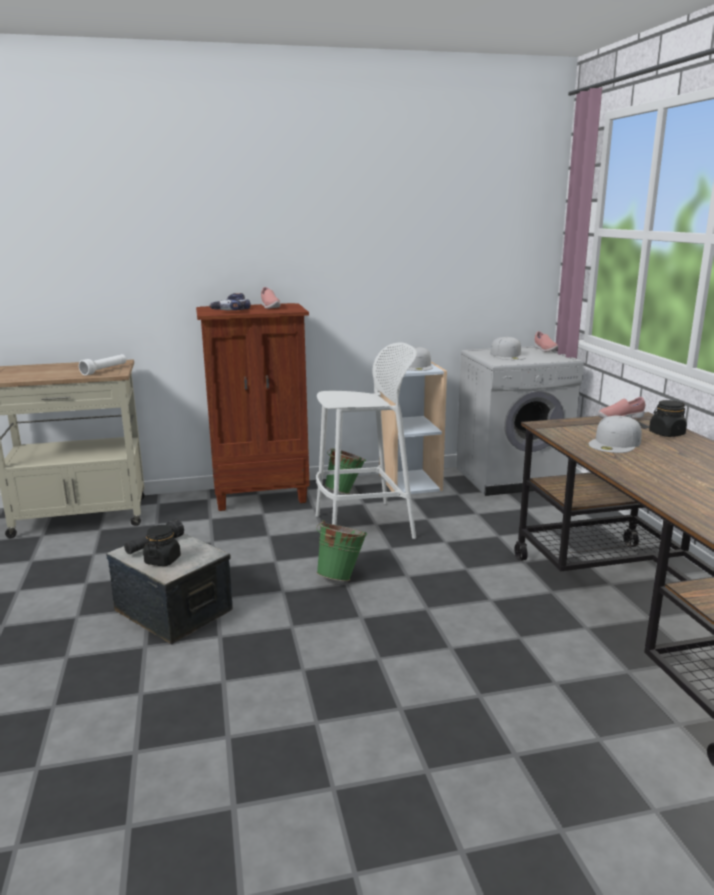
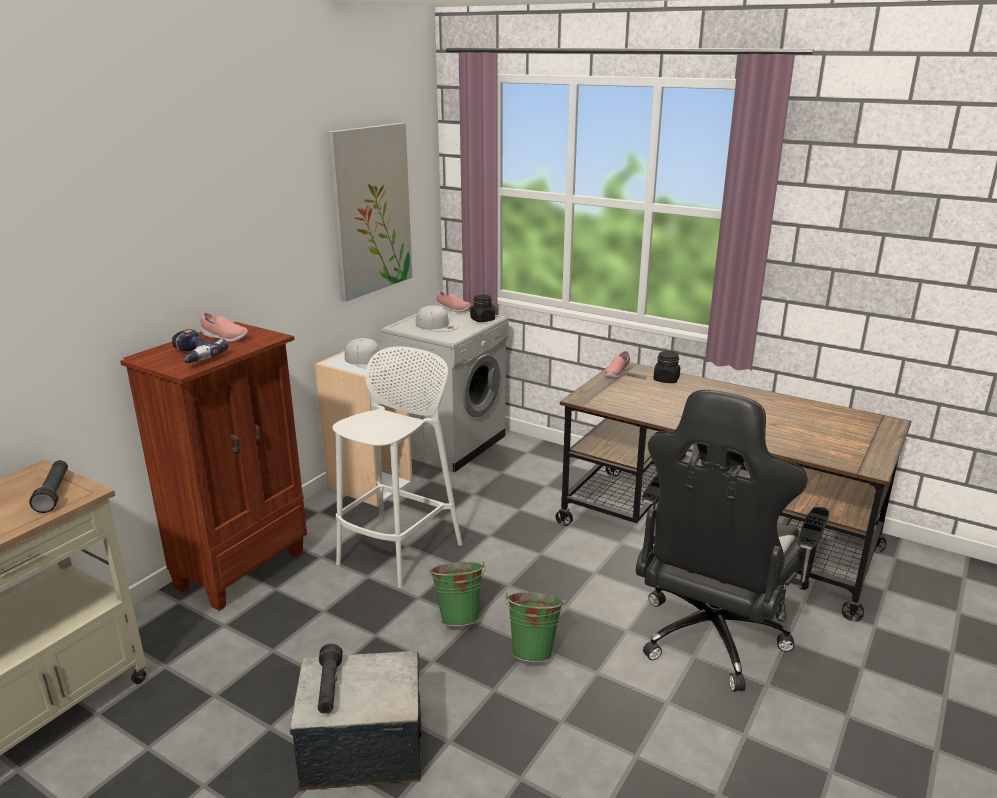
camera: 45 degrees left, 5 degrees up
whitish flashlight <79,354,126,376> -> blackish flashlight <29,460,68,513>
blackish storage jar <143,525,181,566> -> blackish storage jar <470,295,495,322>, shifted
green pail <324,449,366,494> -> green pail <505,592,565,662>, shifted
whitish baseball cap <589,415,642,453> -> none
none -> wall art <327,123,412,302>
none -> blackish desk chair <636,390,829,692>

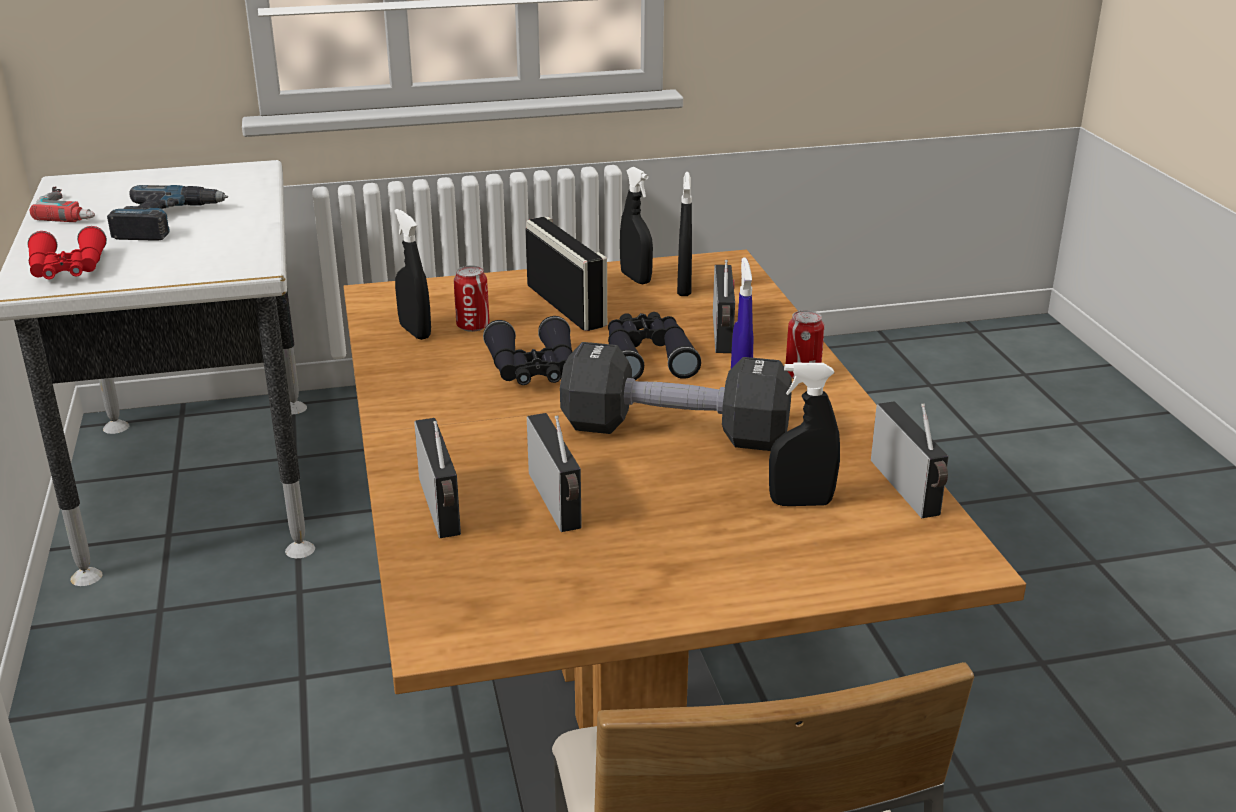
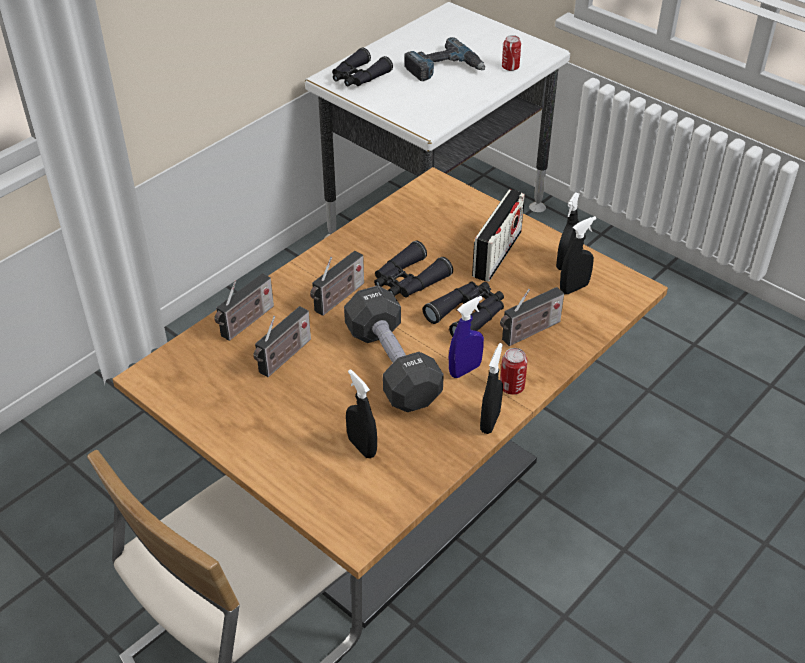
camera: 55 degrees right, 15 degrees up
red field glasses <27,226,107,279> -> blackish field glasses <332,48,393,86>
power drill <30,186,95,222> -> none
blackish hand sprayer <394,209,431,340> -> blackish hand sprayer <480,343,503,434>, shifted
metal can <454,265,490,332> -> metal can <502,35,521,71>, shifted
radio <871,401,949,518> -> radio <310,251,364,316>, shifted

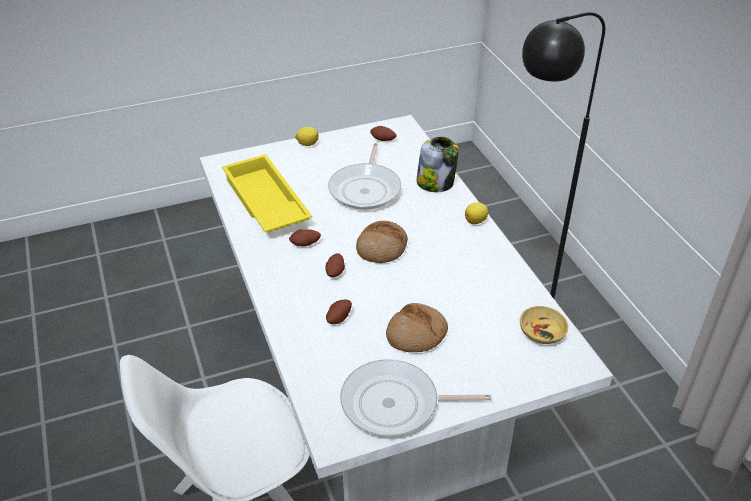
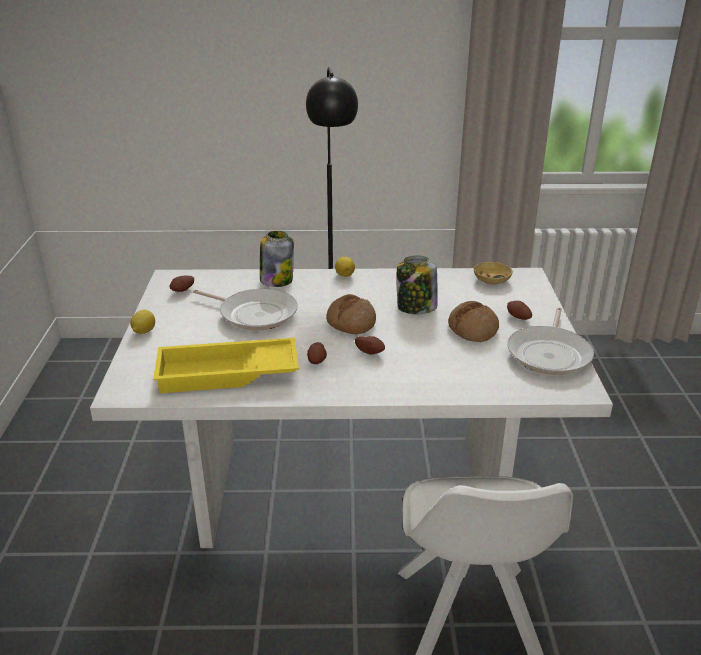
camera: 70 degrees left, 10 degrees down
potato <326,299,352,324> -> potato <507,301,532,320>, shifted
none -> storage jar <397,255,437,314>

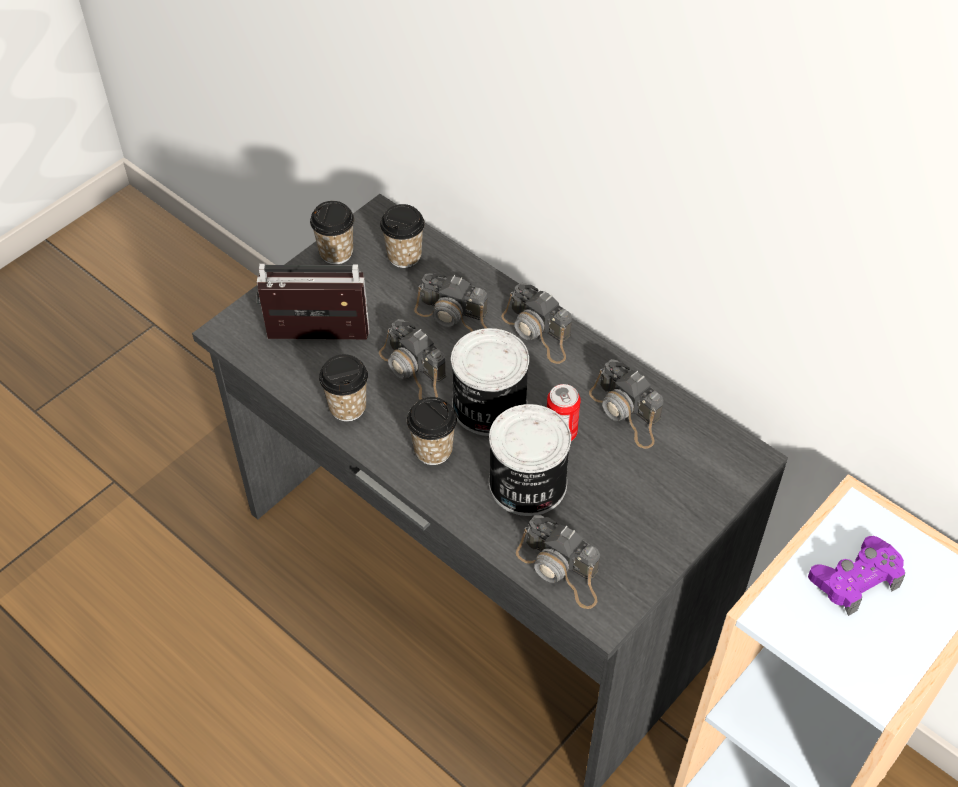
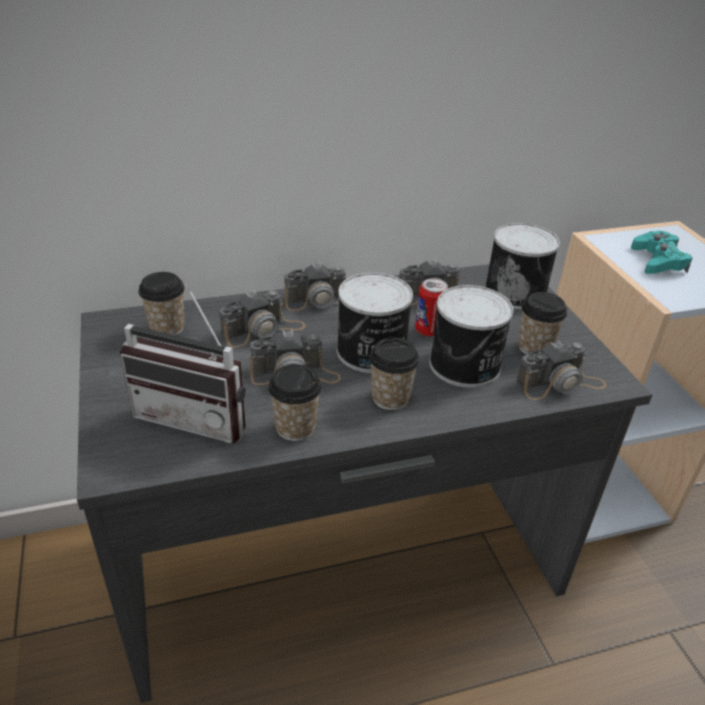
camera: 60 degrees left, 15 degrees down
radio <257,264,370,339> -> radio <120,284,246,444>, 105 degrees counterclockwise
drinking cup <310,201,354,264> -> drinking cup <518,292,567,355>, shifted
purple joypad <808,536,905,616> -> blue-green joypad <631,231,692,274>
none -> metal can <485,223,560,310>

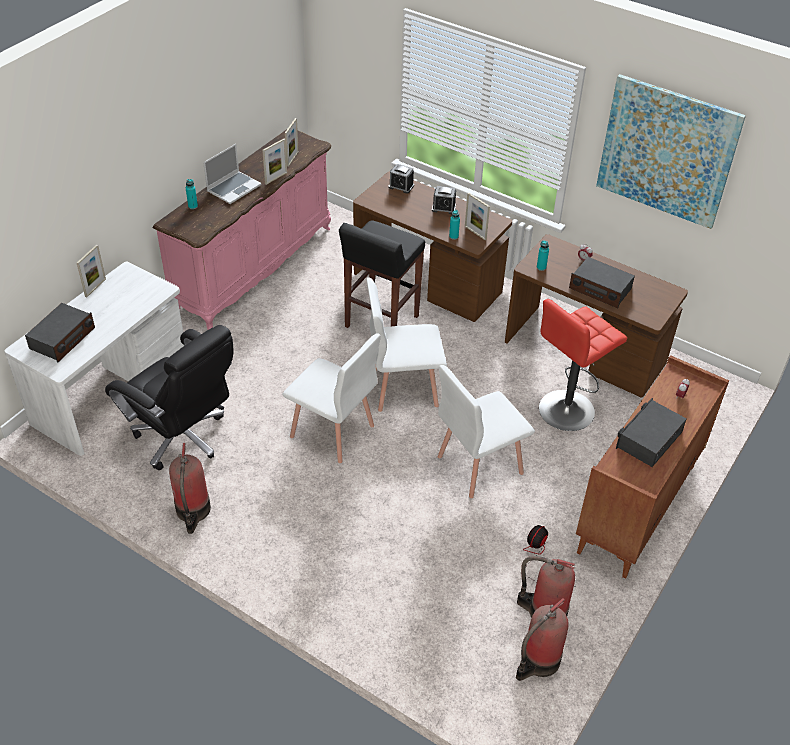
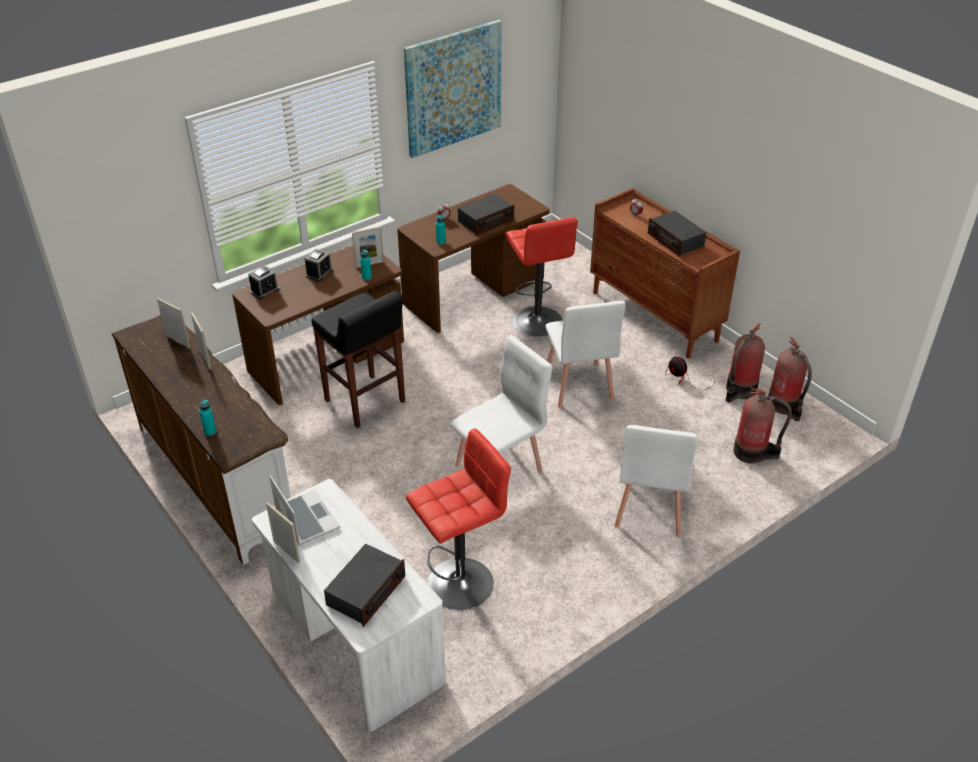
camera: 70 degrees left, 5 degrees down
radio <25,303,95,363> -> radio <324,543,405,627>, 75 degrees clockwise
blackish desk chair <105,325,233,470> -> red stool <406,428,511,610>
pinkish cabinet <153,129,331,330> -> whitish cabinet <111,315,291,565>
fire-fighting cylinder <169,443,211,534> -> fire-fighting cylinder <733,388,792,464>, shifted
portable computer <203,144,261,204> -> portable computer <269,475,340,545>, shifted
whitish plain chair <366,277,447,412> -> whitish plain chair <614,425,698,537>, shifted

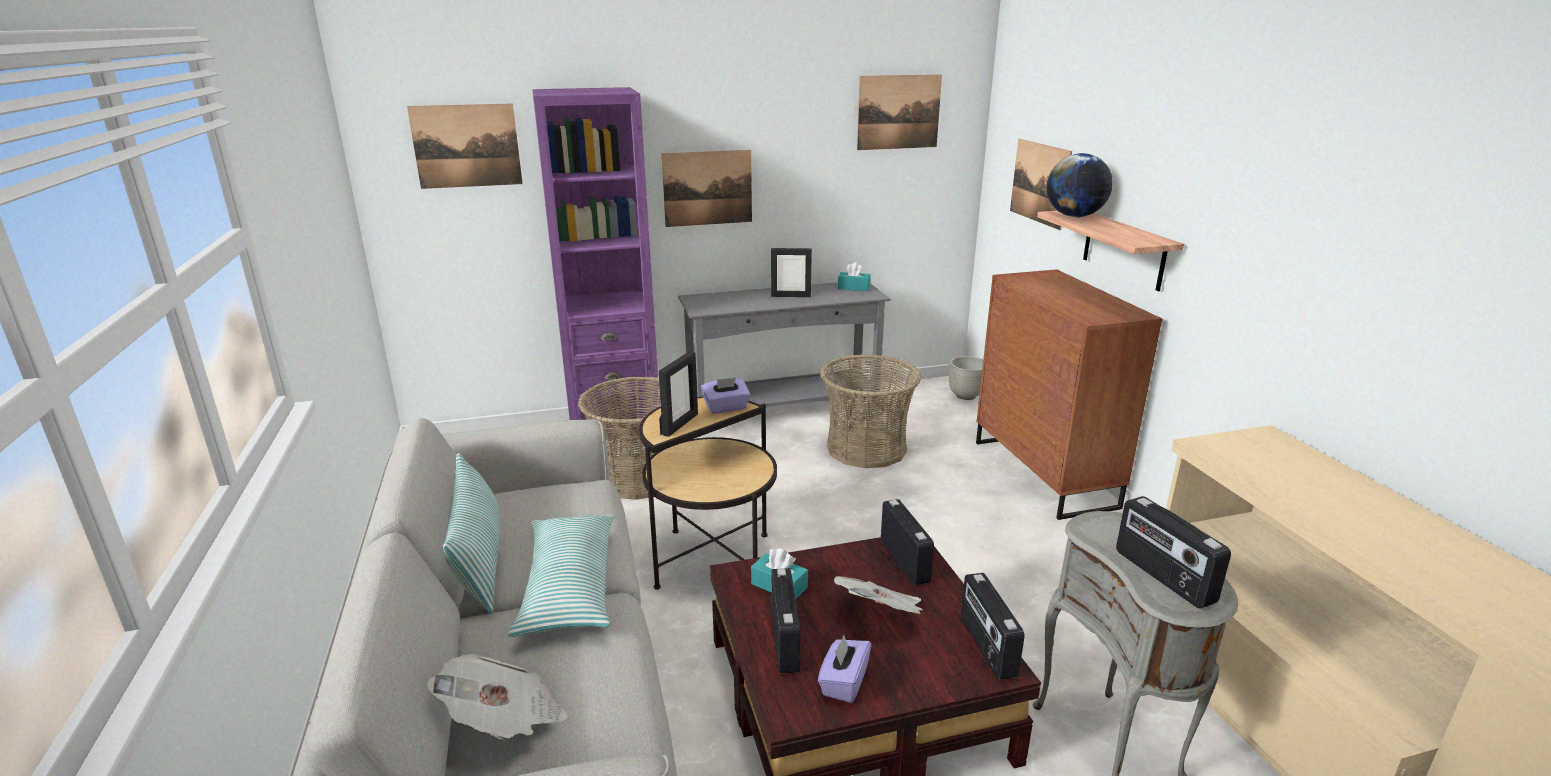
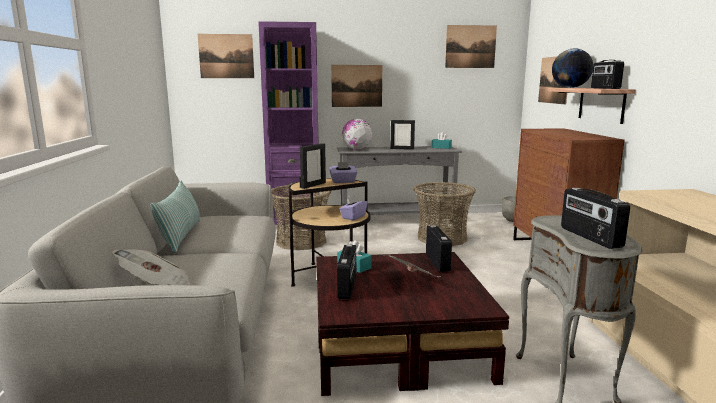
camera: 10 degrees right, 10 degrees down
cushion <508,515,614,637> -> none
purple tissue holder <818,636,871,703> -> purple tissue holder <340,195,367,220>, shifted
radio <961,573,1024,680> -> radio <591,60,624,89>, shifted
none -> globe <342,119,373,150>

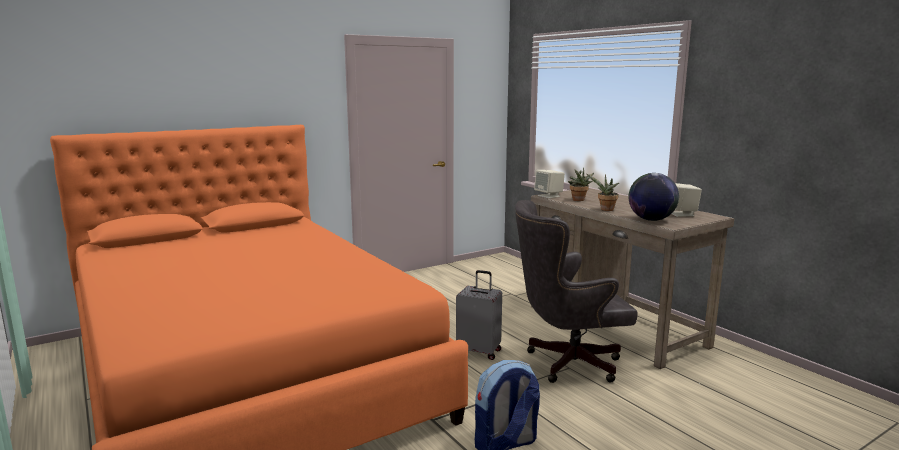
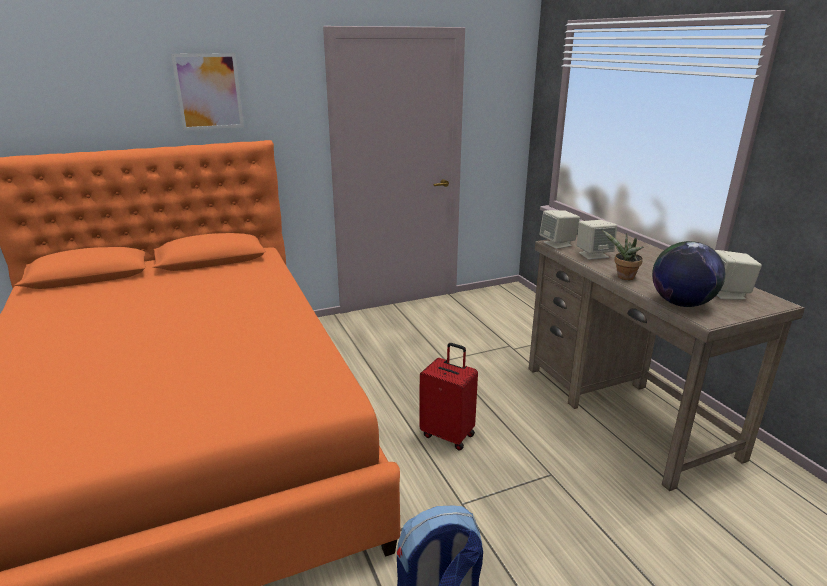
camera: 10 degrees right, 10 degrees up
gray suitcase <456,270,502,360> -> red suitcase <419,343,478,451>
gray desk chair <515,200,638,383> -> none
houseplant <568,167,594,201> -> beige-coloured loudspeaker <577,220,617,260>
none -> wall art <171,53,244,130>

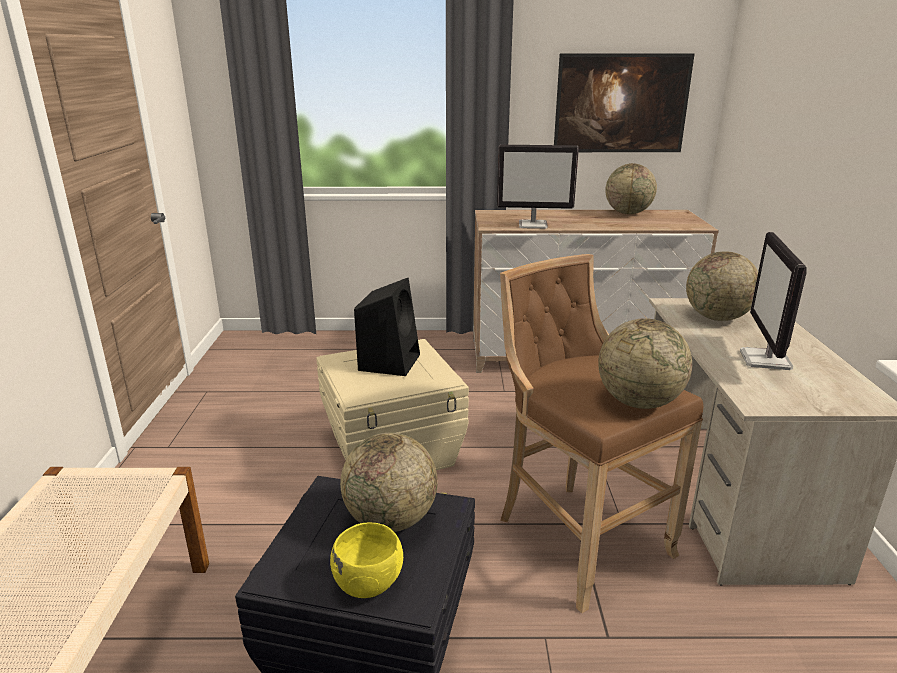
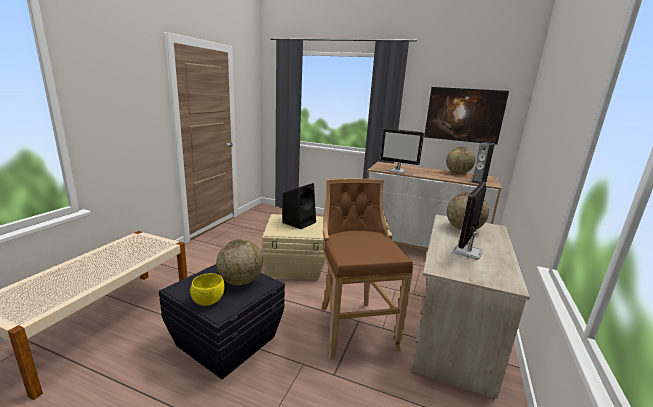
camera: 20 degrees right, 5 degrees down
globe <598,318,692,409> -> none
none -> loudspeaker <471,142,495,184>

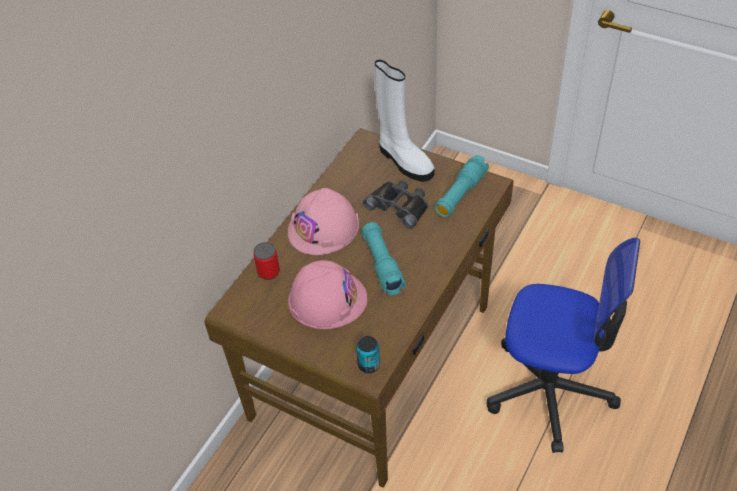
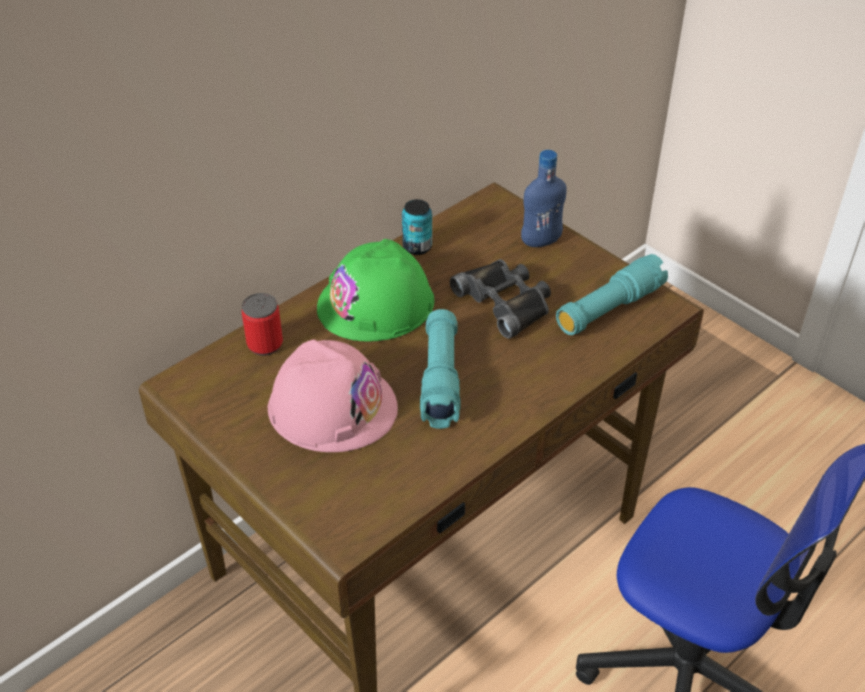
camera: 15 degrees right, 5 degrees down
pinkish work helmet <288,188,359,255> -> green work helmet <317,239,434,342>
metal can <356,336,380,373> -> metal can <402,199,432,255>, shifted
whitish boot <375,60,434,182> -> bluish beverage bottle <521,150,567,247>

